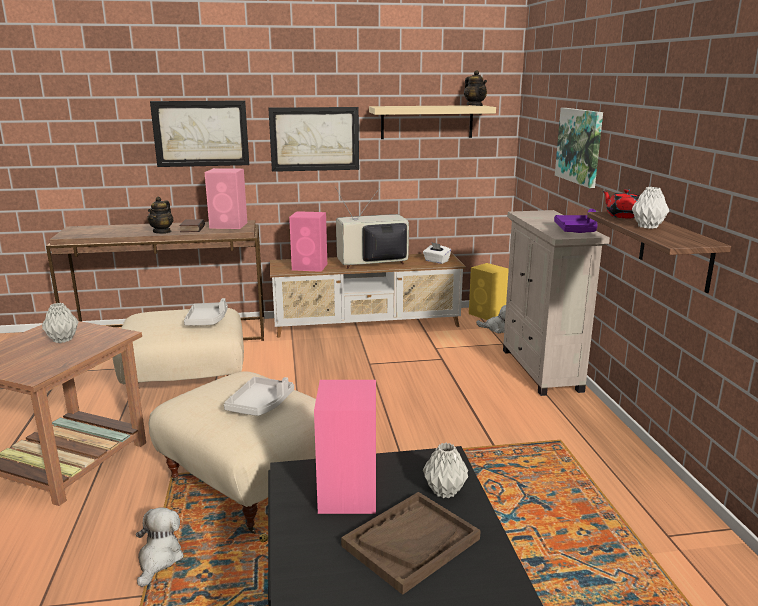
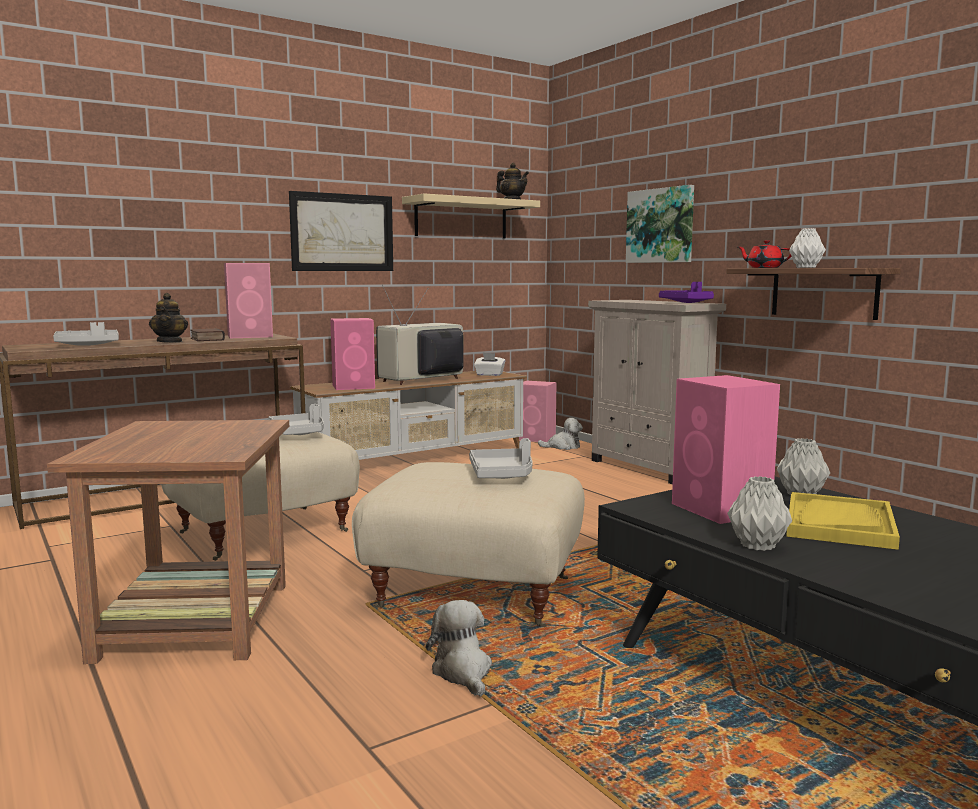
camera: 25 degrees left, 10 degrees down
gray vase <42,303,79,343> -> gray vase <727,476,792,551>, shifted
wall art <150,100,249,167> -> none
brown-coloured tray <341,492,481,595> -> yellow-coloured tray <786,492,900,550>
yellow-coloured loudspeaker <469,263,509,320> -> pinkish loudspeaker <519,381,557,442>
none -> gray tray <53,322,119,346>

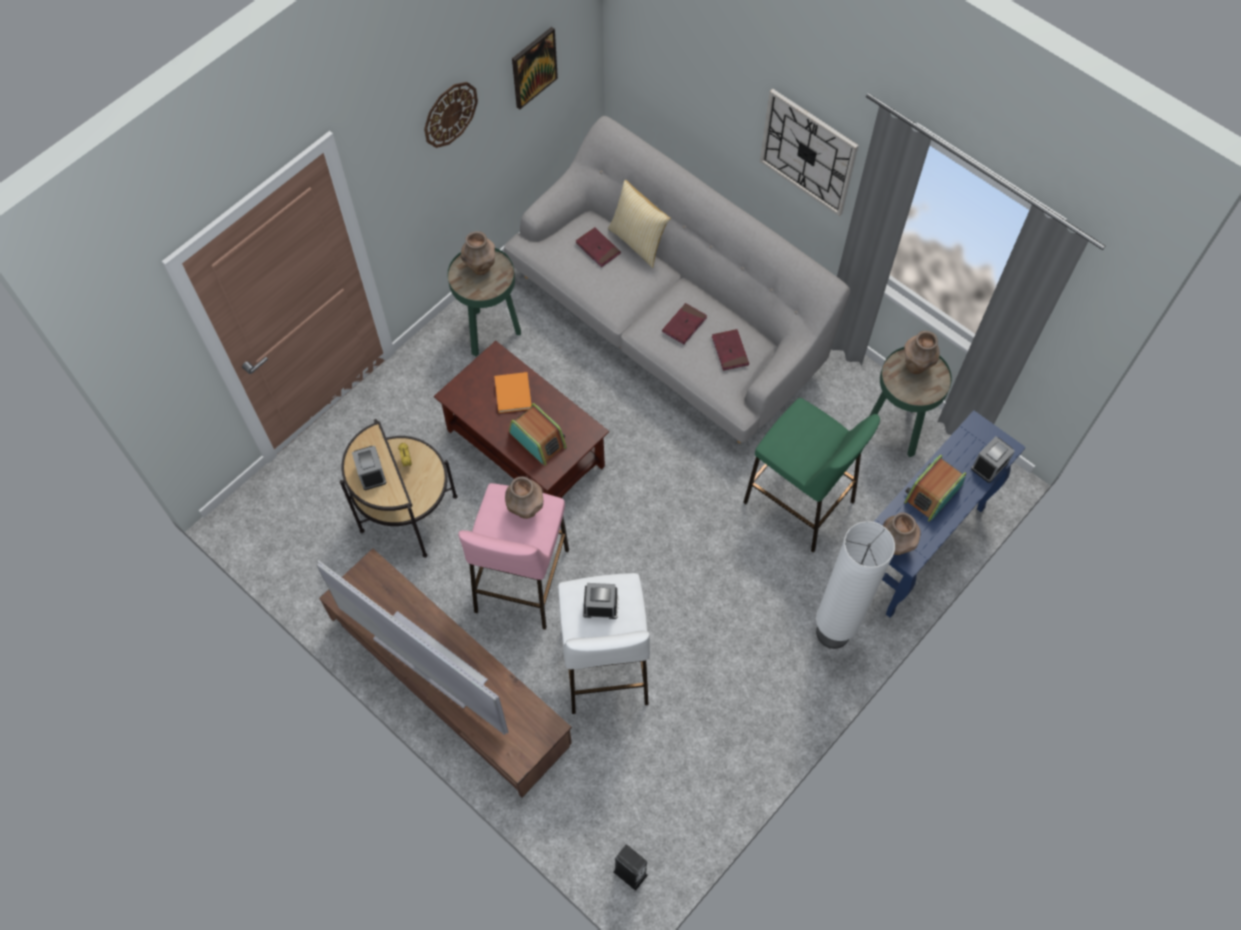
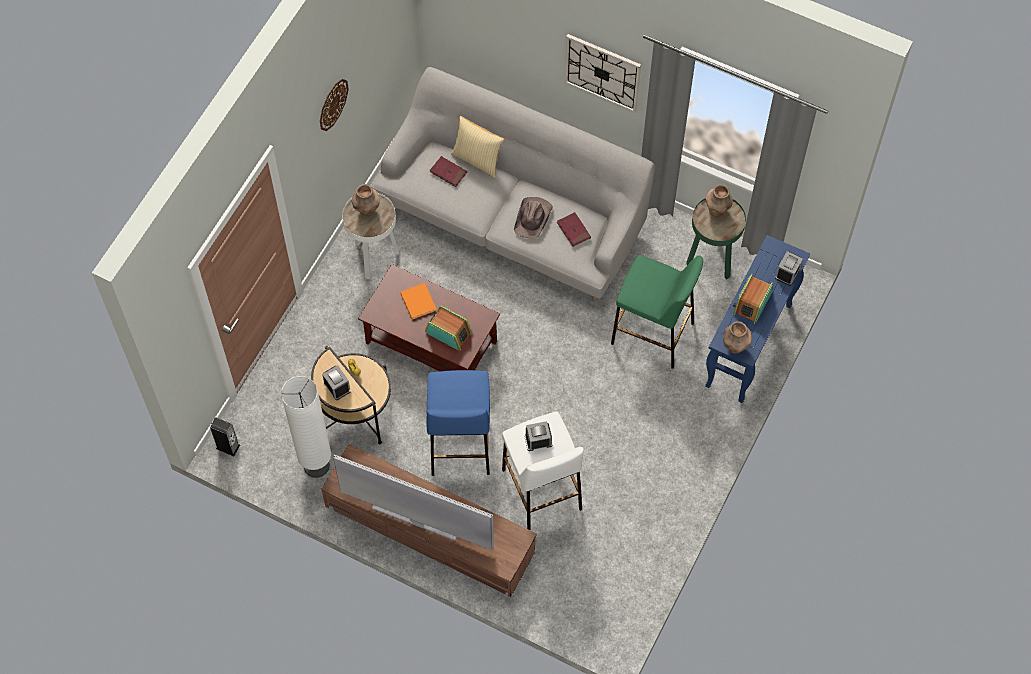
camera: 15 degrees left, 0 degrees up
green end table <447,248,521,357> -> whitish end table <342,193,399,279>
pinkish stool <458,483,569,630> -> bluish stool <426,370,490,476>
brown-coloured vase <505,477,543,519> -> none
wall art <512,27,558,109> -> none
loudspeaker <613,844,648,891> -> loudspeaker <210,417,240,456>, shifted
red volume <662,303,707,344> -> brown-coloured clothing hat <514,197,553,238>
whitish standard lamp <816,521,895,649> -> whitish standard lamp <281,376,331,478>, shifted

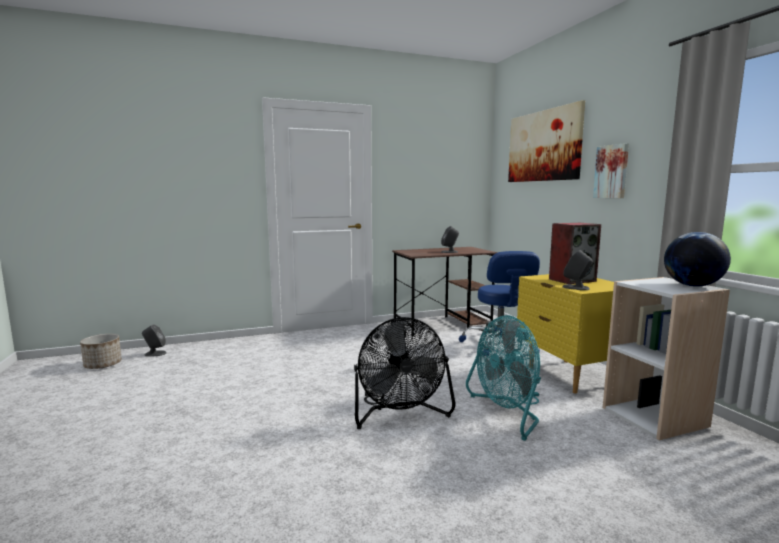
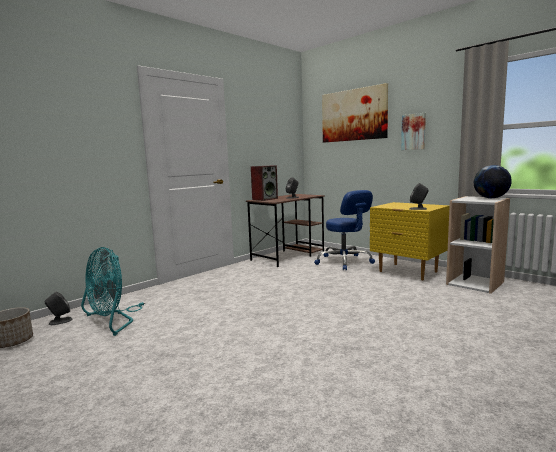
camera: 25 degrees left, 0 degrees up
blackish fan <354,317,455,429> -> none
blue-green fan <466,315,541,441> -> blue-green fan <81,247,145,336>, shifted
loudspeaker <549,223,601,284> -> loudspeaker <251,165,278,201>, shifted

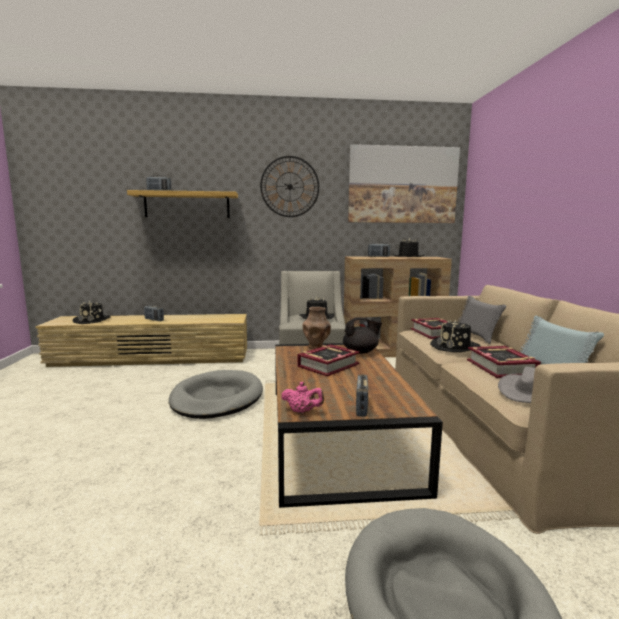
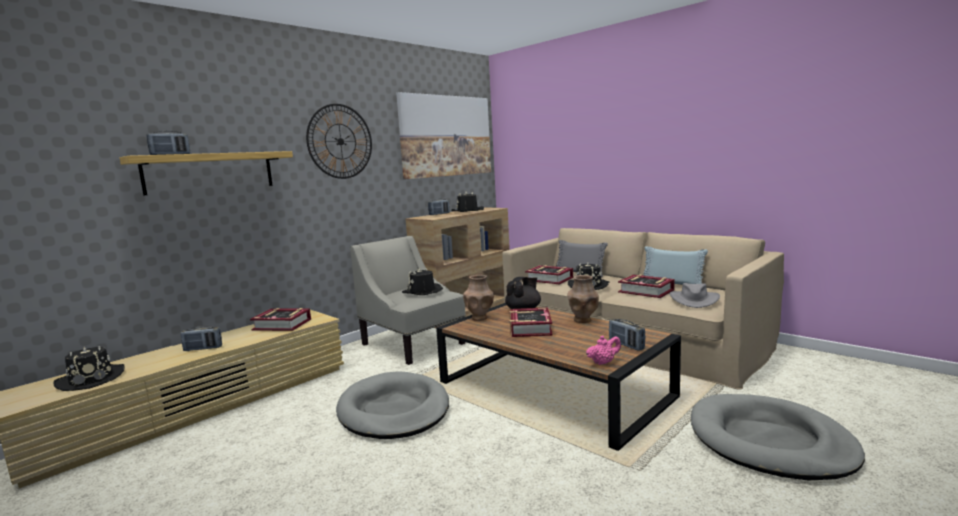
camera: 40 degrees left, 0 degrees up
none -> volume <250,308,311,331>
none -> brown-coloured vase <567,275,599,323>

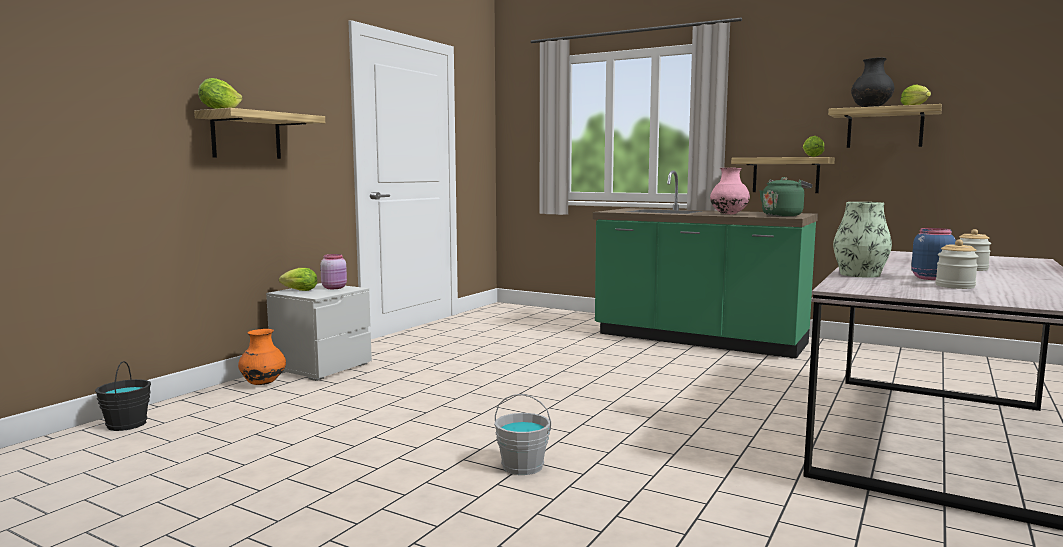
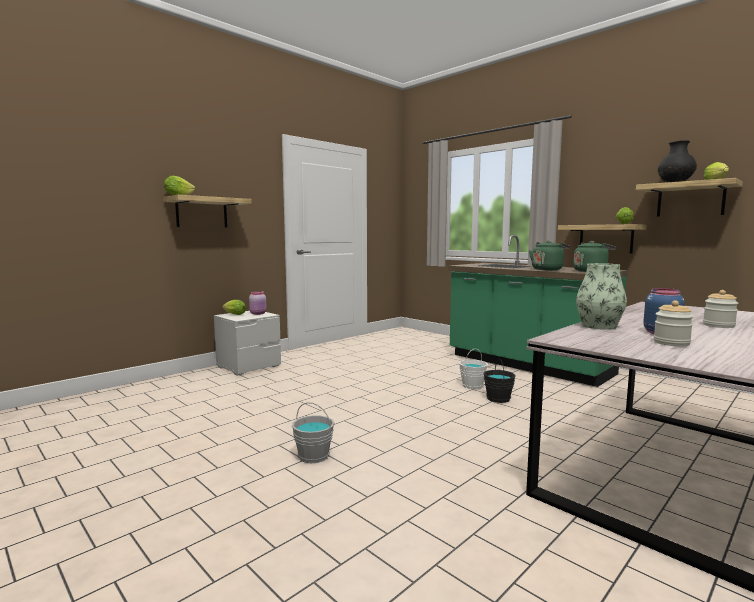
camera: 15 degrees right, 0 degrees up
blackish pail <95,361,151,431> -> blackish pail <484,358,516,403>, shifted
orangey vase <238,329,286,385> -> none
pinkish vase <710,168,750,215> -> green kettle <529,240,570,270>
none -> whitish pail <459,349,488,389>

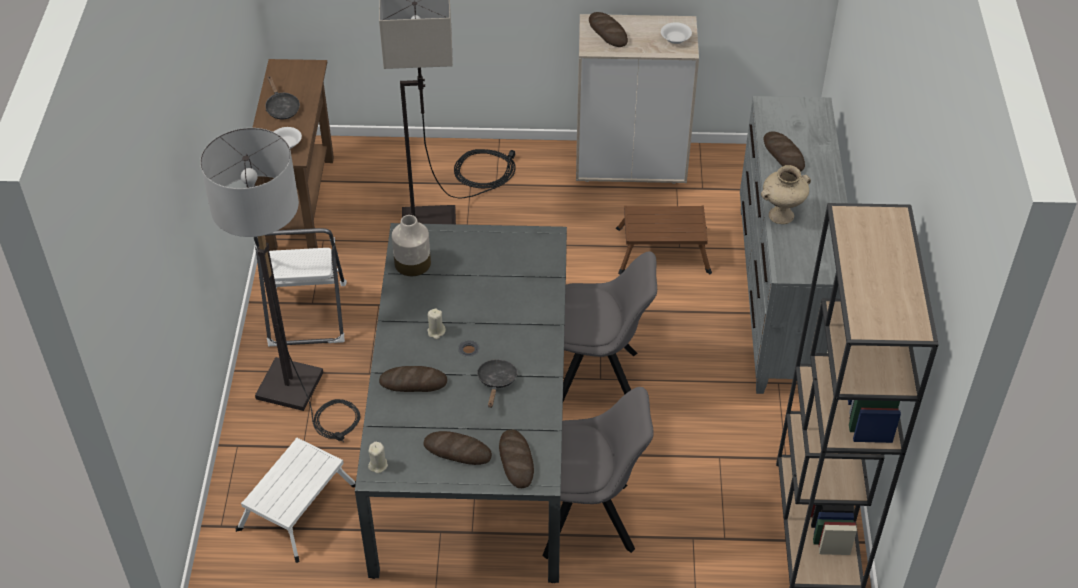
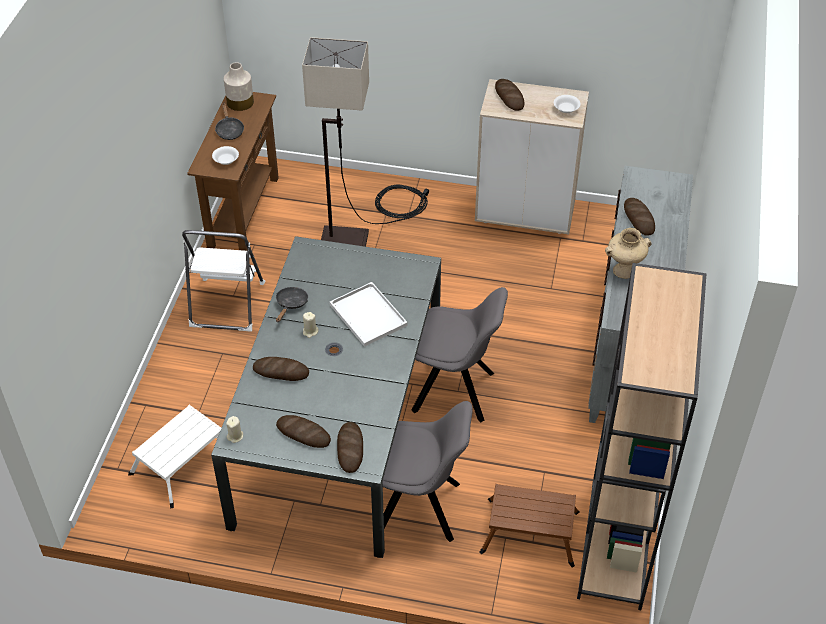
camera: 10 degrees right, 0 degrees up
standard lamp <200,128,360,442> -> none
beige-coloured vase <392,215,431,276> -> beige-coloured vase <224,62,254,111>, shifted
blackish pan <477,359,518,408> -> blackish pan <276,287,308,322>, shifted
brown-coloured stepladder <616,206,712,275> -> brown-coloured stepladder <480,484,580,568>, shifted
none -> whitish tray <330,282,407,347>

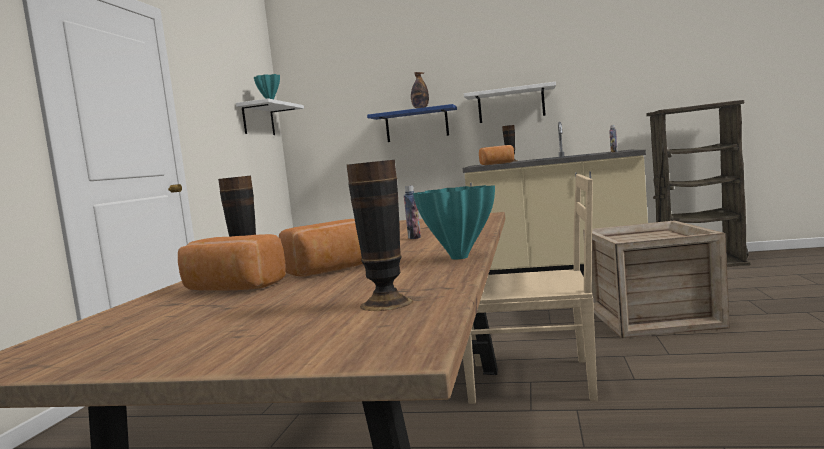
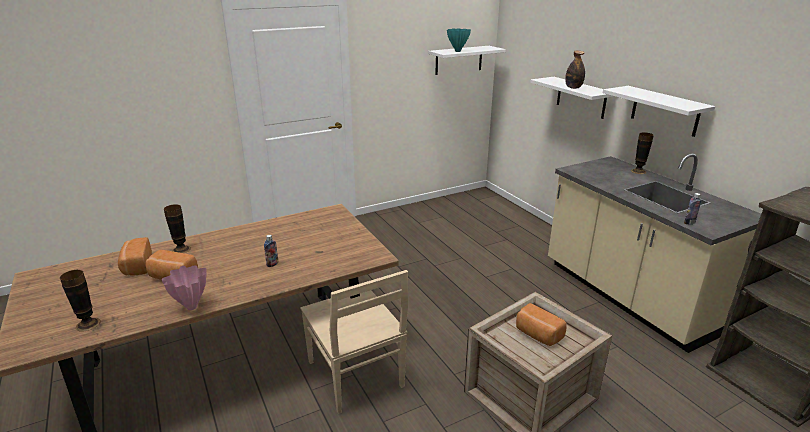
camera: 50 degrees right, 20 degrees up
bluish shelf <367,104,457,142> -> whitish shelf <530,77,614,119>
blue-green vase <413,185,495,259> -> pinkish vase <162,265,207,310>
bakery bread <479,145,514,165> -> bakery bread <516,303,567,346>, shifted

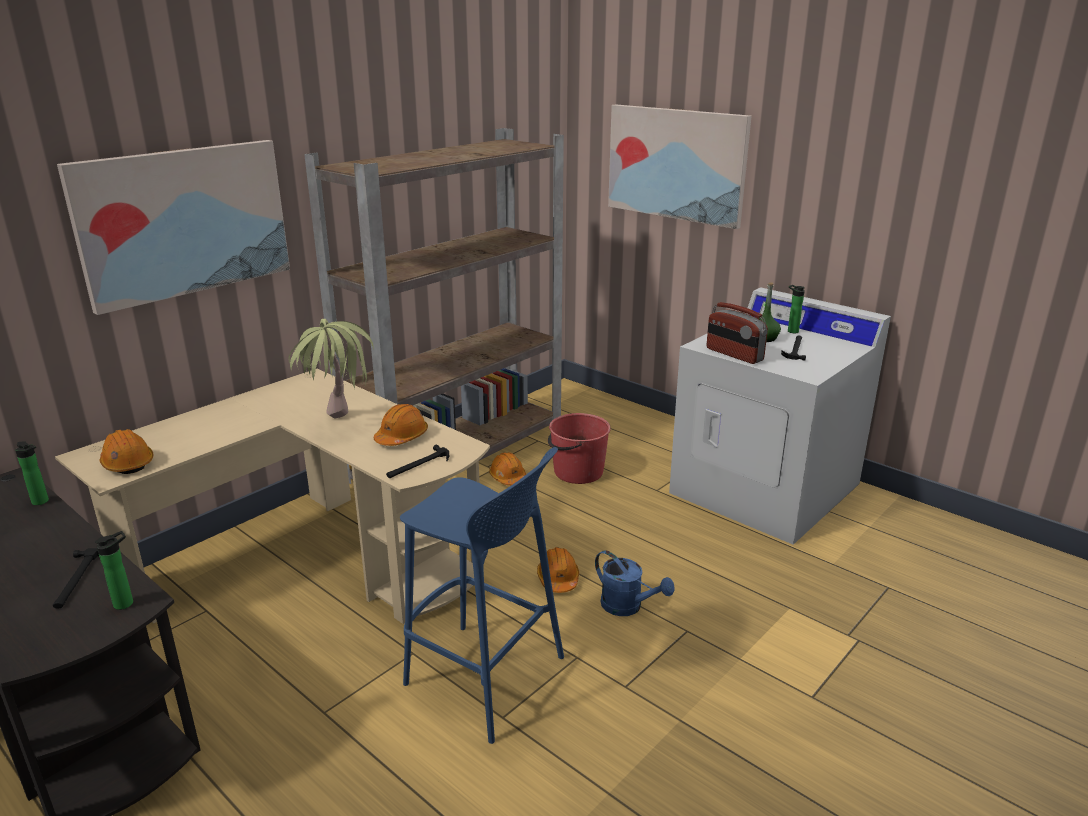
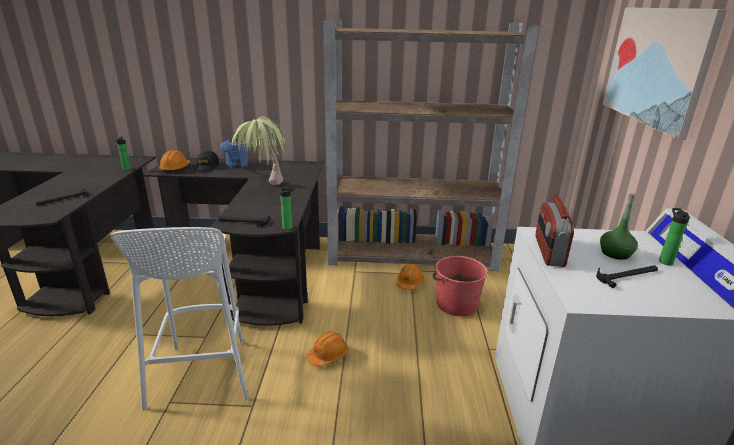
camera: 50 degrees right, 0 degrees up
beige-coloured desk table <55,369,490,624> -> blackish desk table <144,157,324,326>
wall art <57,140,290,315> -> none
beverage bottle <95,531,133,610> -> beverage bottle <280,187,295,230>, shifted
orangey work helmet <374,404,428,446> -> none
bluish stool <400,447,564,744> -> whitish stool <111,227,249,410>
bluish watering pot <595,550,675,616> -> bluish watering pot <220,133,249,168>, shifted
none -> blackish baseball cap <194,151,219,171>

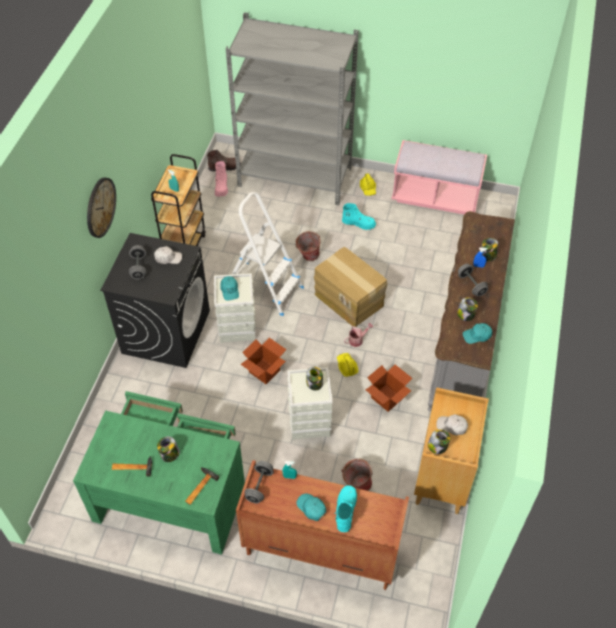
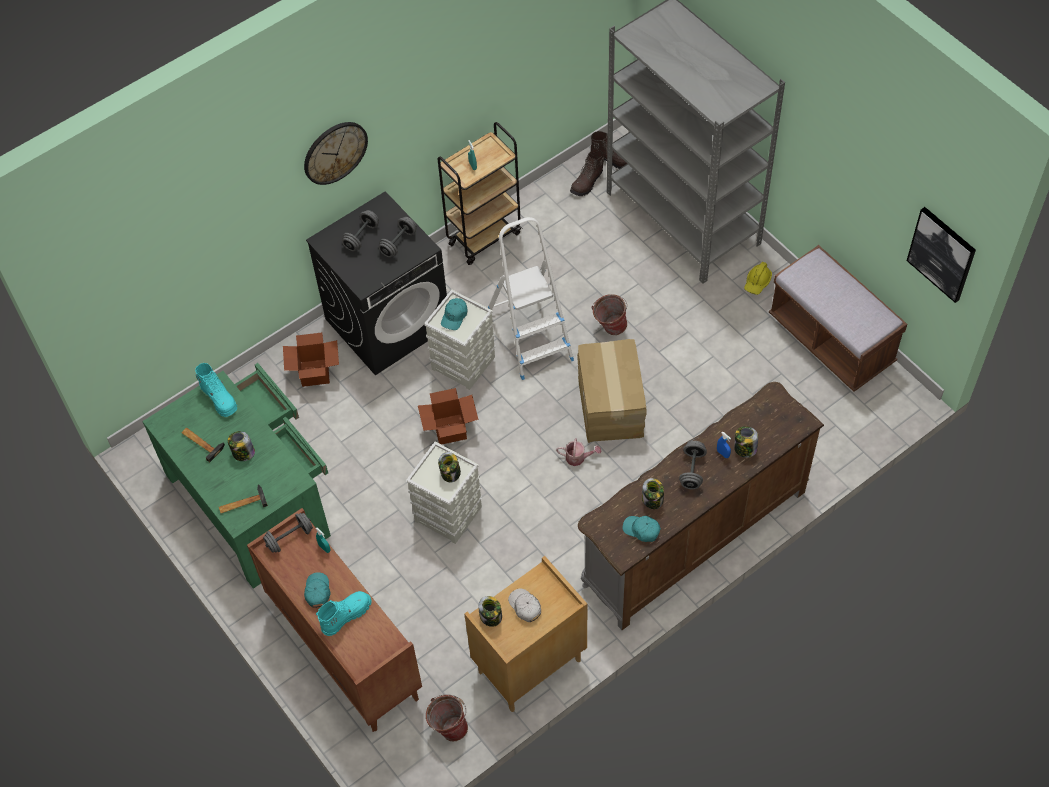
camera: 40 degrees right, 5 degrees up
whitish baseball cap <154,246,182,264> -> gray dumbbell <378,217,417,257>
pinkish boot <215,161,229,196> -> brown-coloured boot <570,150,605,196>
yellow-coloured work helmet <337,353,358,377> -> none
pail <341,459,373,491> -> pail <426,694,468,742>, shifted
blue-green boot <342,203,376,230> -> blue-green boot <194,363,237,417>, shifted
carton <365,365,413,412> -> carton <283,333,339,387>, shifted
pinkish indoor bench <391,140,487,214> -> brown-coloured indoor bench <769,245,907,392>
none -> wall art <907,207,976,303>

